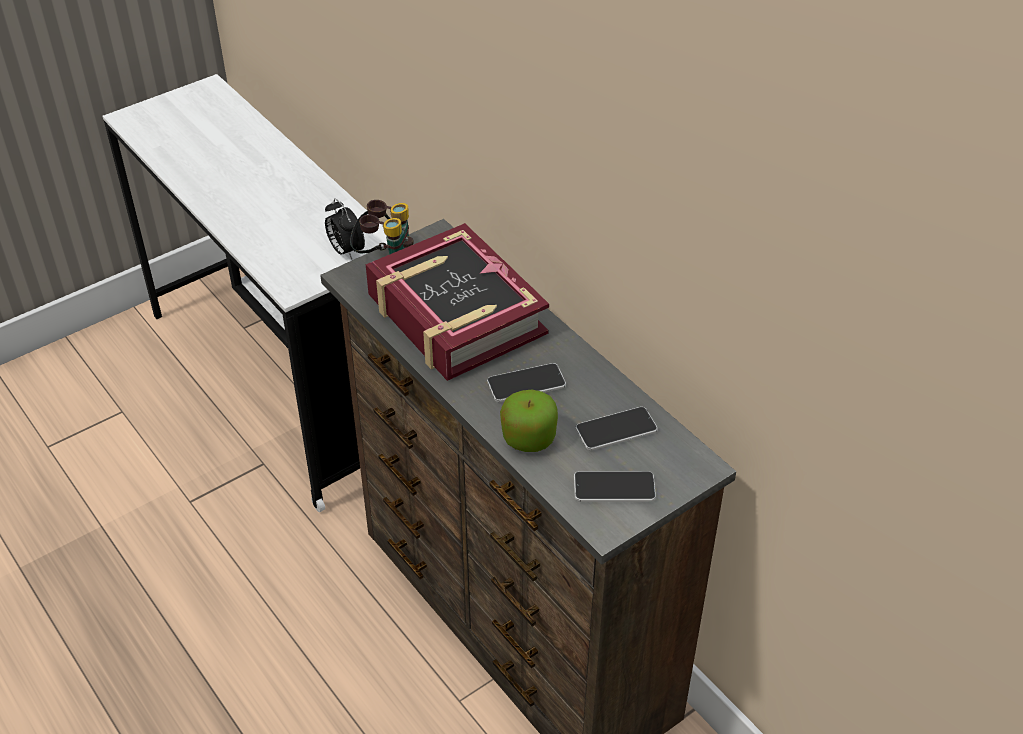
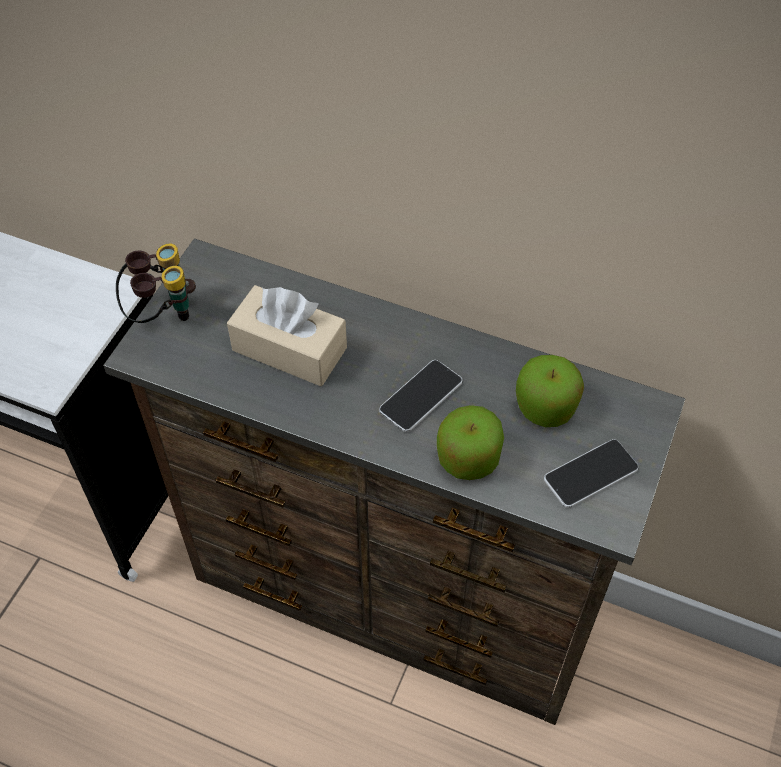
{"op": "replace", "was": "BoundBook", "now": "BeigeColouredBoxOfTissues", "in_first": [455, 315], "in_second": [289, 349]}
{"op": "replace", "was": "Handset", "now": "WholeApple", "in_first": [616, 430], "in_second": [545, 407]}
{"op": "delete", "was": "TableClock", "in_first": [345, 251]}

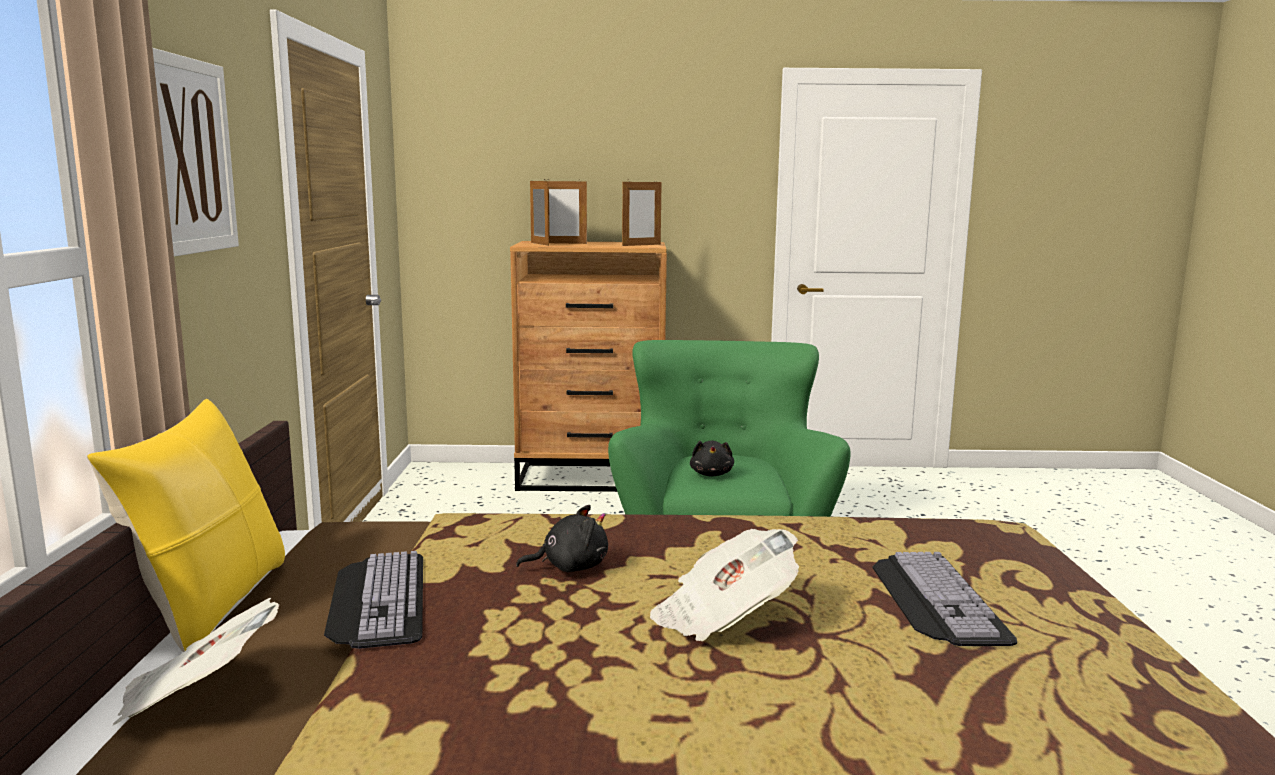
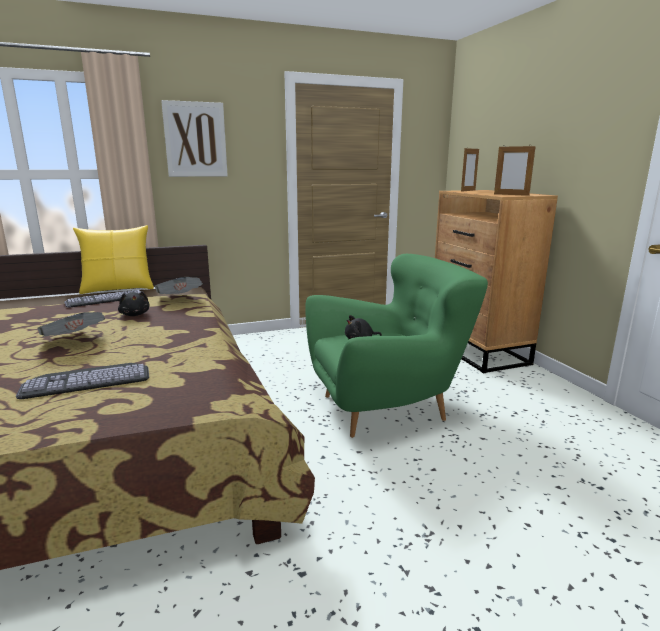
{"op": "move", "was": "Newspaper", "in_first": [198, 697], "in_second": [180, 299]}
{"op": "delete", "was": "StandingFrame", "in_first": [564, 243]}

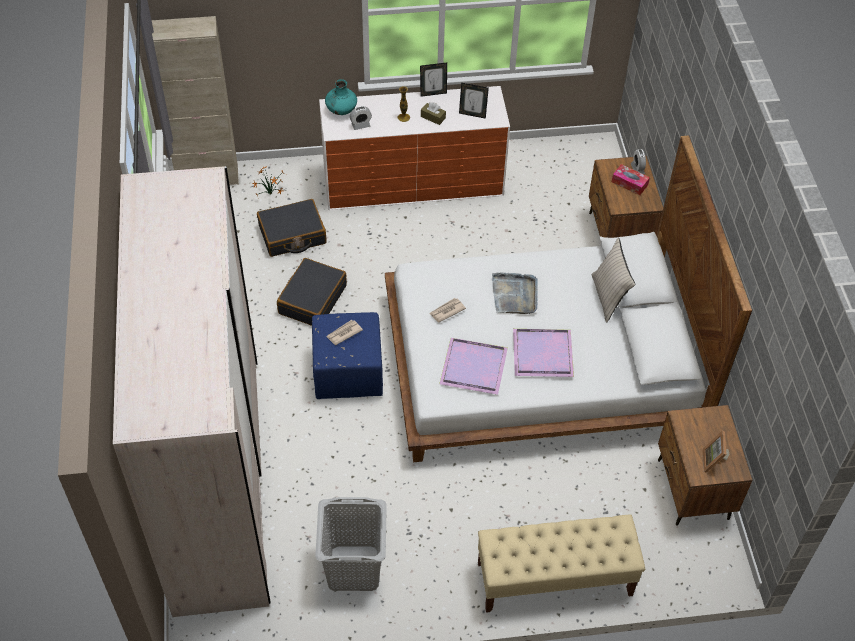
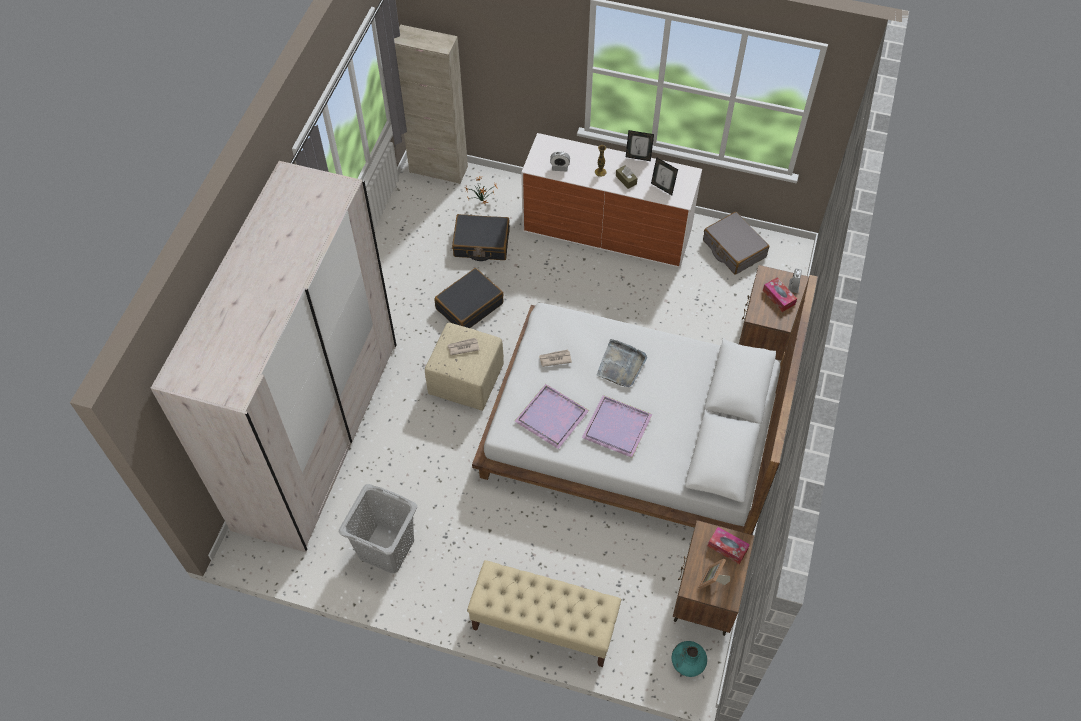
{"op": "recolor", "was": "BluishPouffe", "now": "BeigeColouredPouffe", "in_first": [347, 372], "in_second": [466, 379]}
{"op": "move", "was": "BlueGreenVase", "in_first": [341, 110], "in_second": [687, 663]}
{"op": "insert", "now": "GreyTravelCase", "in_second": [733, 249]}
{"op": "insert", "now": "BoxOfTissues", "in_second": [727, 547]}
{"op": "delete", "was": "BeigeColouredCushion", "in_first": [608, 297]}

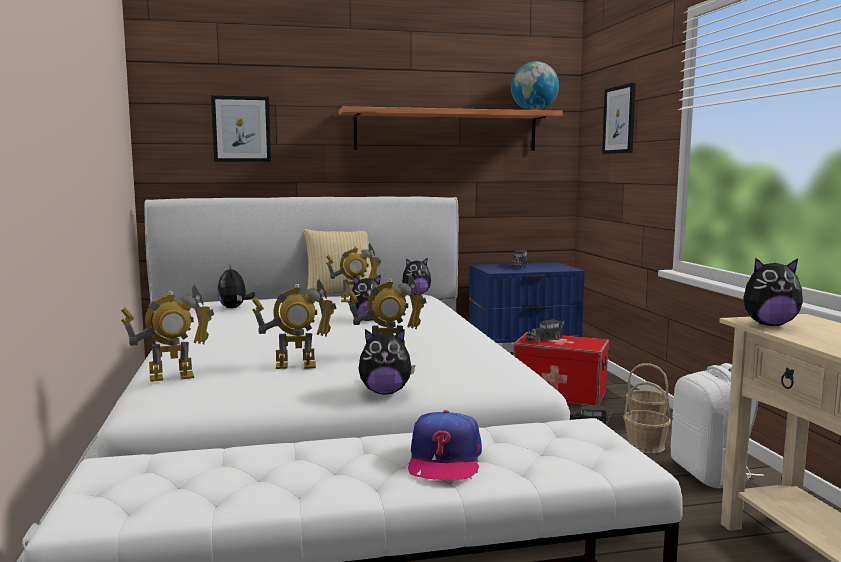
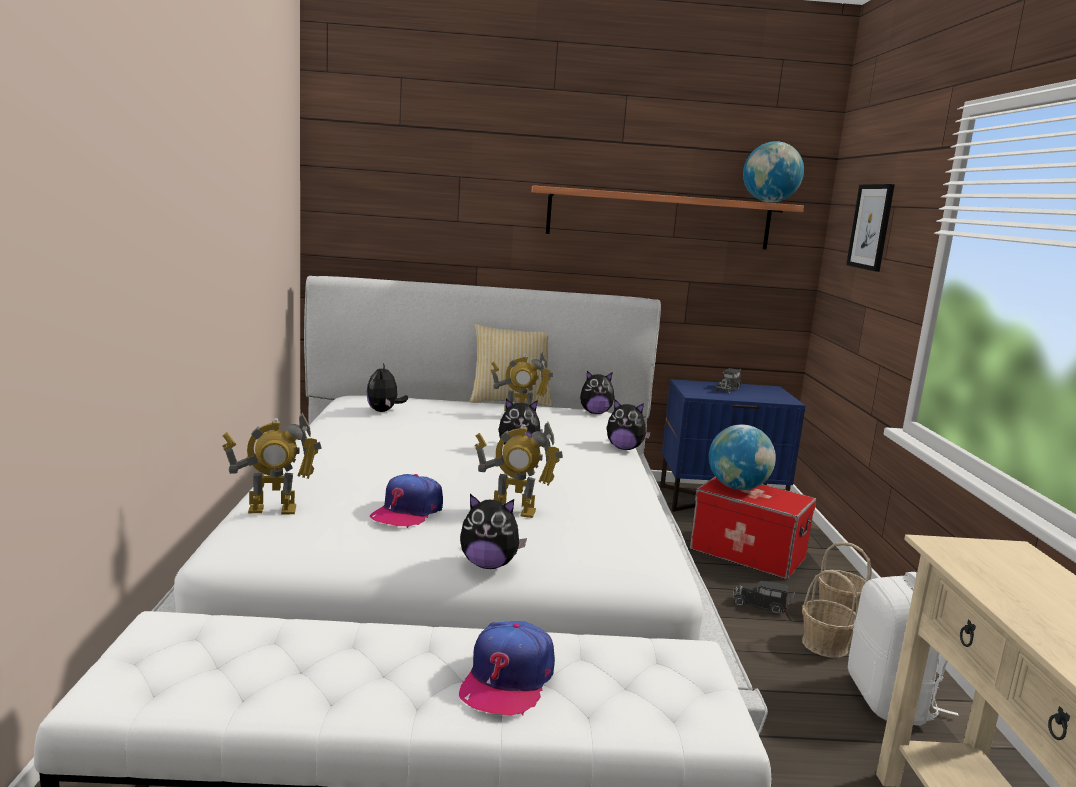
{"op": "replace", "was": "RobotFigure", "now": "Cap", "in_first": [296, 366], "in_second": [407, 512]}
{"op": "move", "was": "CuddlyToy", "in_first": [769, 325], "in_second": [624, 448]}
{"op": "replace", "was": "ToyLorry", "now": "WorldGlobe", "in_first": [545, 339], "in_second": [737, 487]}
{"op": "delete", "was": "WallArt", "in_first": [241, 129]}

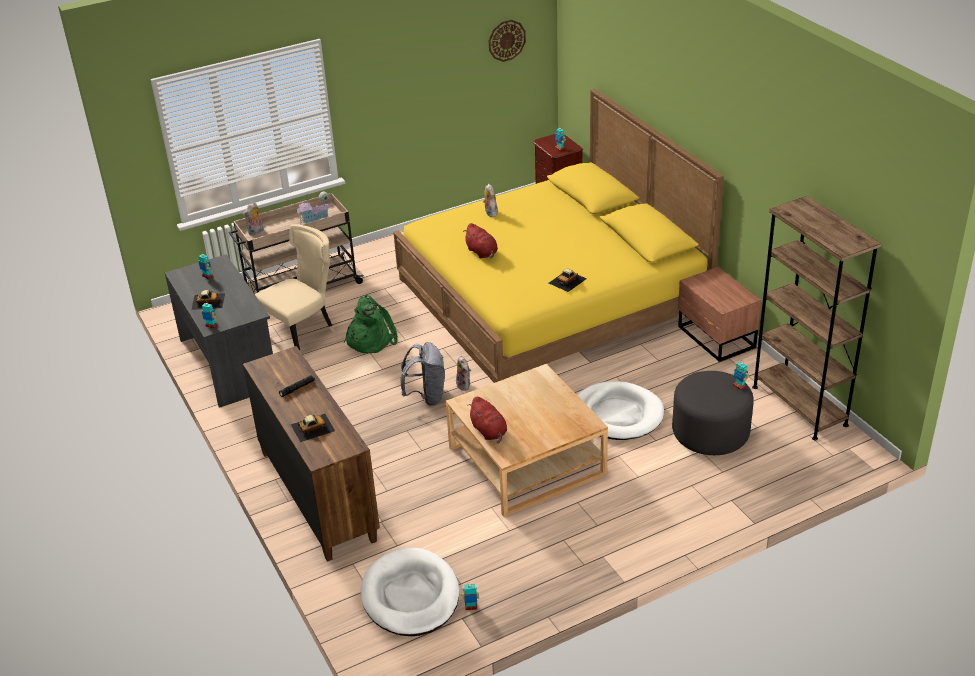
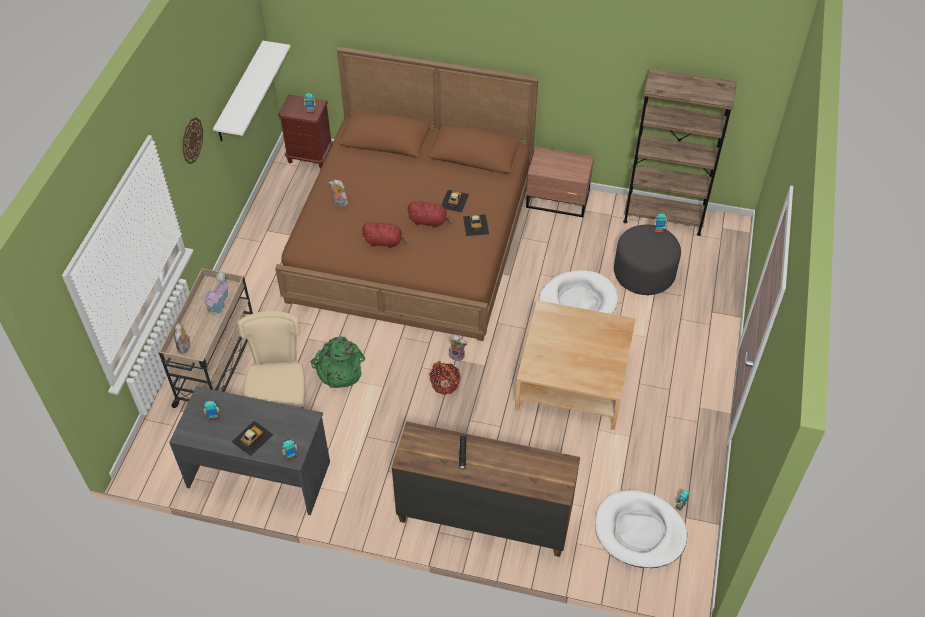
{"op": "move", "was": "WallClock", "in_first": [506, 40], "in_second": [192, 140]}
{"op": "insert", "now": "WhiteWallShelf", "in_second": [240, 92]}
{"op": "recolor", "was": "YellowColouredBedroomBed", "now": "BrownishBedroomBed", "in_first": [551, 294], "in_second": [412, 238]}
{"op": "move", "was": "RedColouredCuddlyToy", "in_first": [489, 431], "in_second": [429, 221]}
{"op": "replace", "was": "GreyRucksack", "now": "HouseholdBasket", "in_first": [426, 396], "in_second": [445, 384]}
{"op": "move", "was": "ToyCar", "in_first": [312, 427], "in_second": [454, 201]}

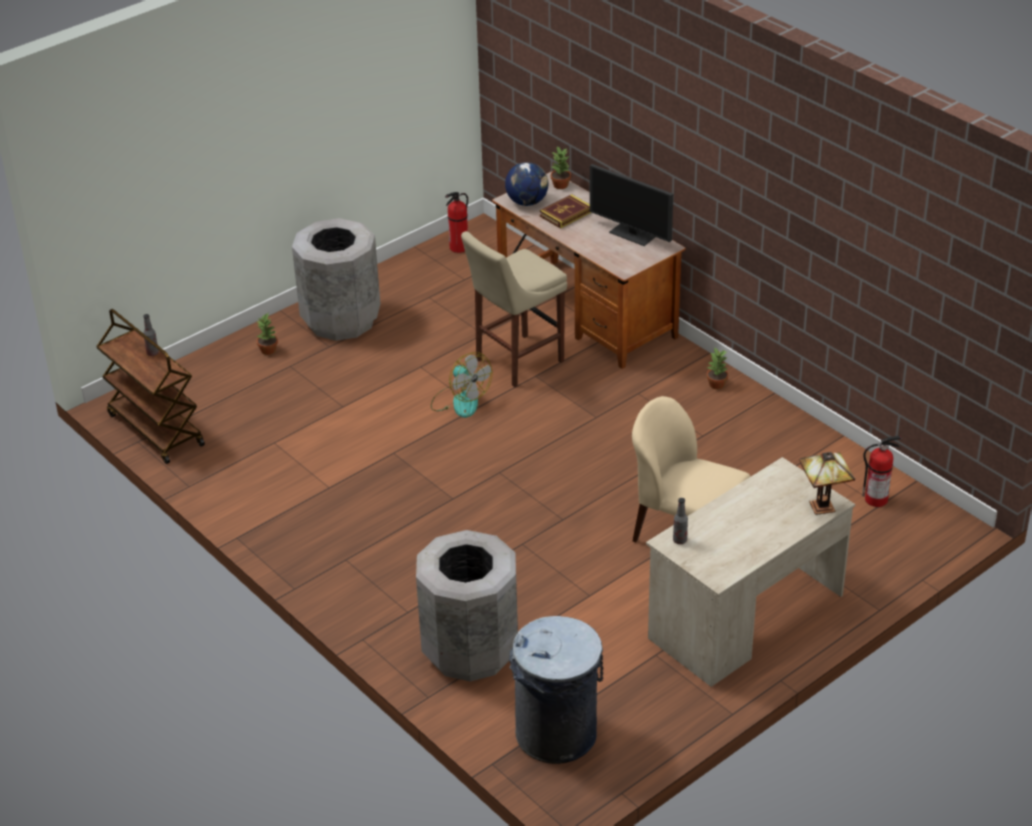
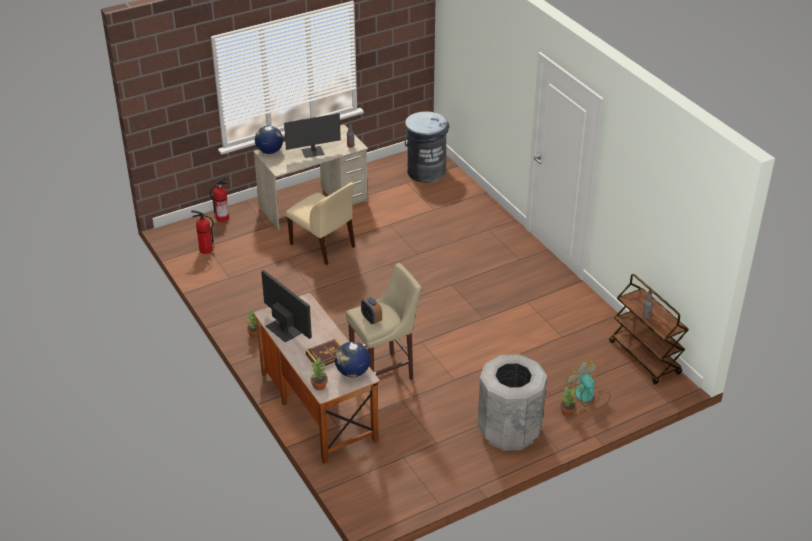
{"op": "move", "was": "FireExtinguisher", "in_first": [458, 248], "in_second": [223, 217]}
{"op": "replace", "was": "TabletopLamp", "now": "WorldGlobe", "in_first": [823, 505], "in_second": [269, 151]}
{"op": "insert", "now": "ComputerDisplay", "in_second": [313, 152]}
{"op": "insert", "now": "TableClock", "in_second": [371, 319]}
{"op": "move", "was": "CoolingFan", "in_first": [460, 401], "in_second": [588, 396]}
{"op": "delete", "was": "GreyWasteBin", "in_first": [470, 651]}

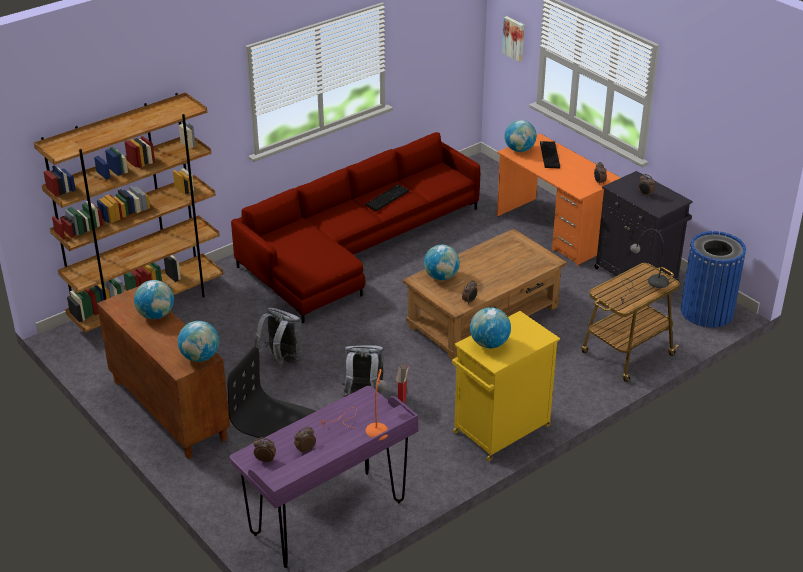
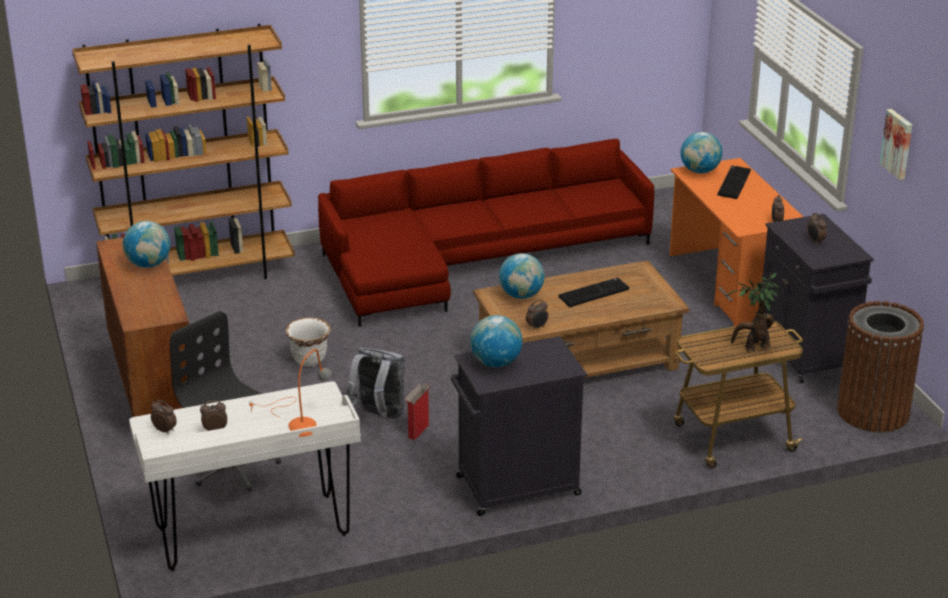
{"op": "recolor", "was": "PurpleColouredDeskUnit", "now": "WhiteDeskUnit", "in_first": [328, 519], "in_second": [252, 533]}
{"op": "replace", "was": "GreyRucksack", "now": "WhitePlantPot", "in_first": [282, 360], "in_second": [309, 360]}
{"op": "recolor", "was": "YellowColouredCabinet", "now": "BlackCabinet", "in_first": [500, 430], "in_second": [515, 487]}
{"op": "move", "was": "PcKeyboard", "in_first": [387, 198], "in_second": [593, 292]}
{"op": "replace", "was": "GreyTabletopLamp", "now": "Houseplant", "in_first": [644, 287], "in_second": [753, 347]}
{"op": "recolor", "was": "BluishWasteBin", "now": "BrownishWasteBin", "in_first": [706, 311], "in_second": [872, 412]}
{"op": "move", "was": "WallArt", "in_first": [514, 38], "in_second": [898, 144]}
{"op": "delete", "was": "WorldGlobe", "in_first": [200, 357]}

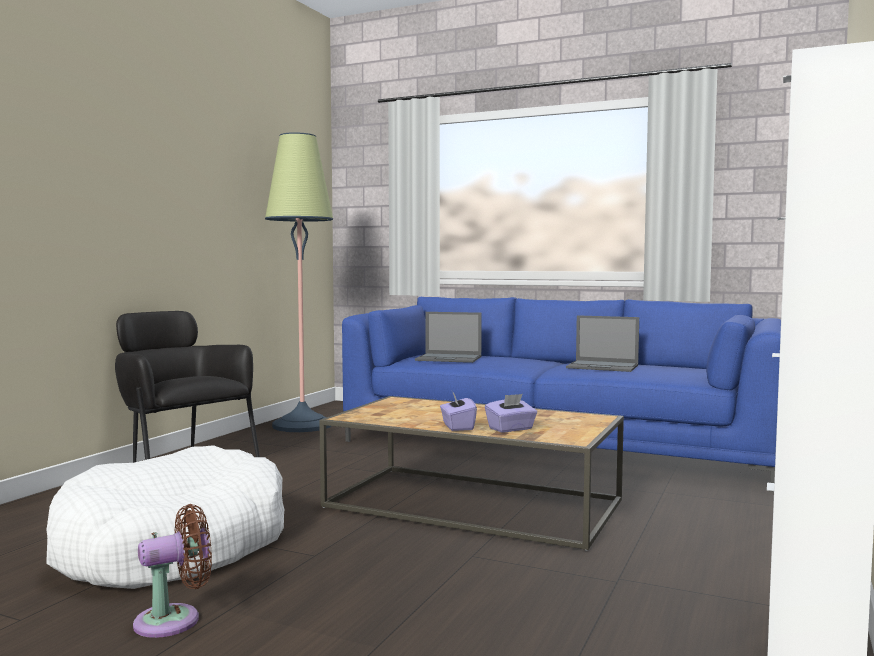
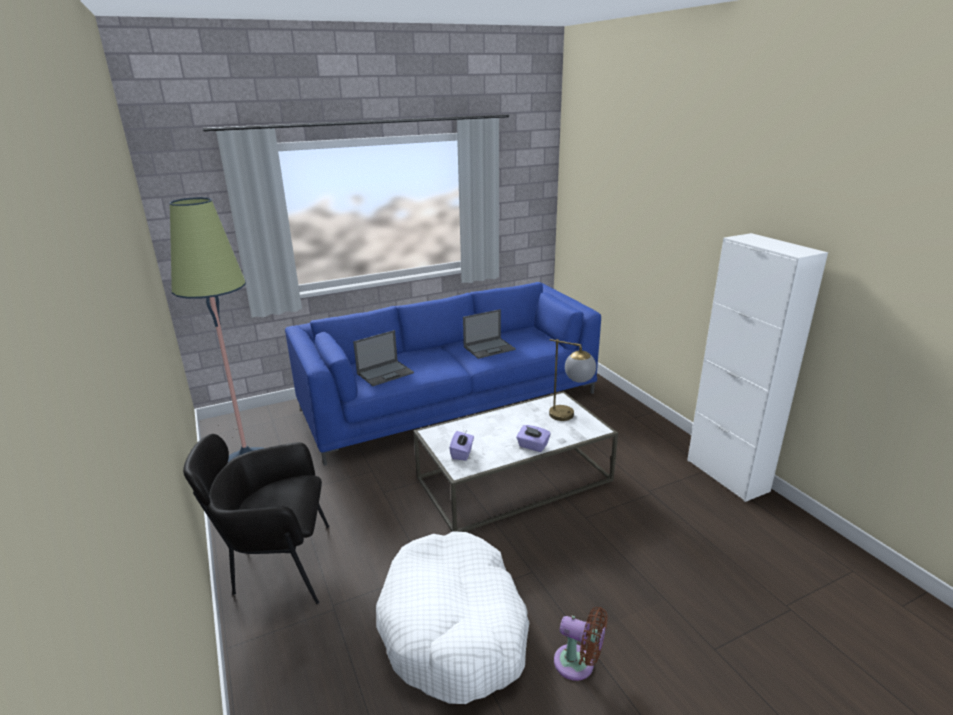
{"op": "recolor", "was": "BrownishLowTable", "now": "WhiteLowTable", "in_first": [473, 504], "in_second": [514, 479]}
{"op": "move", "was": "PurpleColouredBoxOfTissues", "in_first": [511, 429], "in_second": [462, 453]}
{"op": "insert", "now": "TabletopLamp", "in_second": [570, 416]}
{"op": "rotate", "was": "BrownishCoolingFan", "in_first": [174, 620], "in_second": [578, 664], "clockwise": 105}

